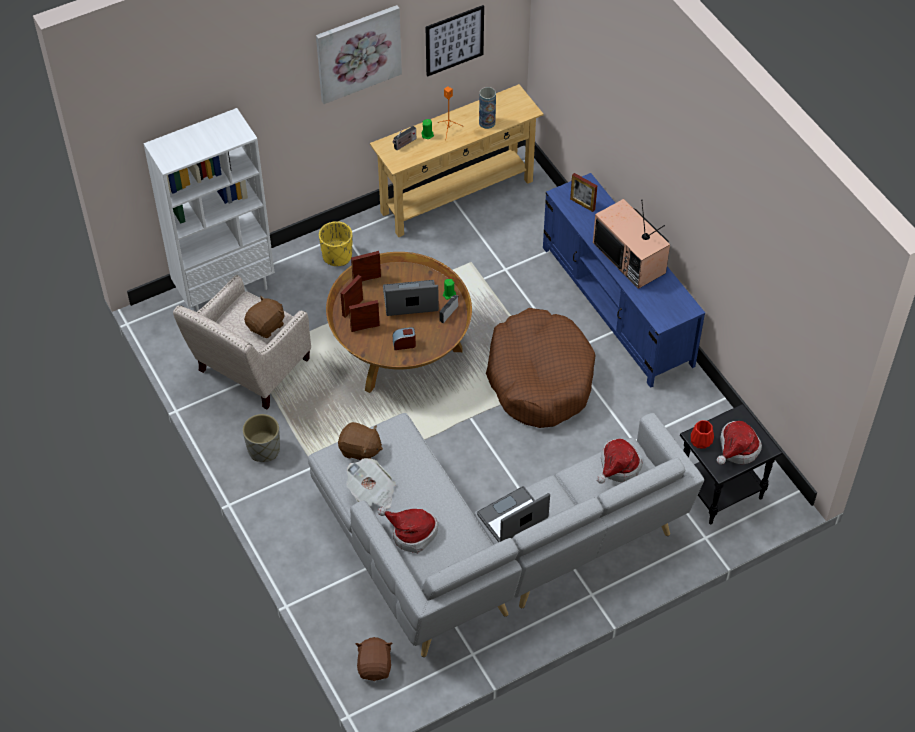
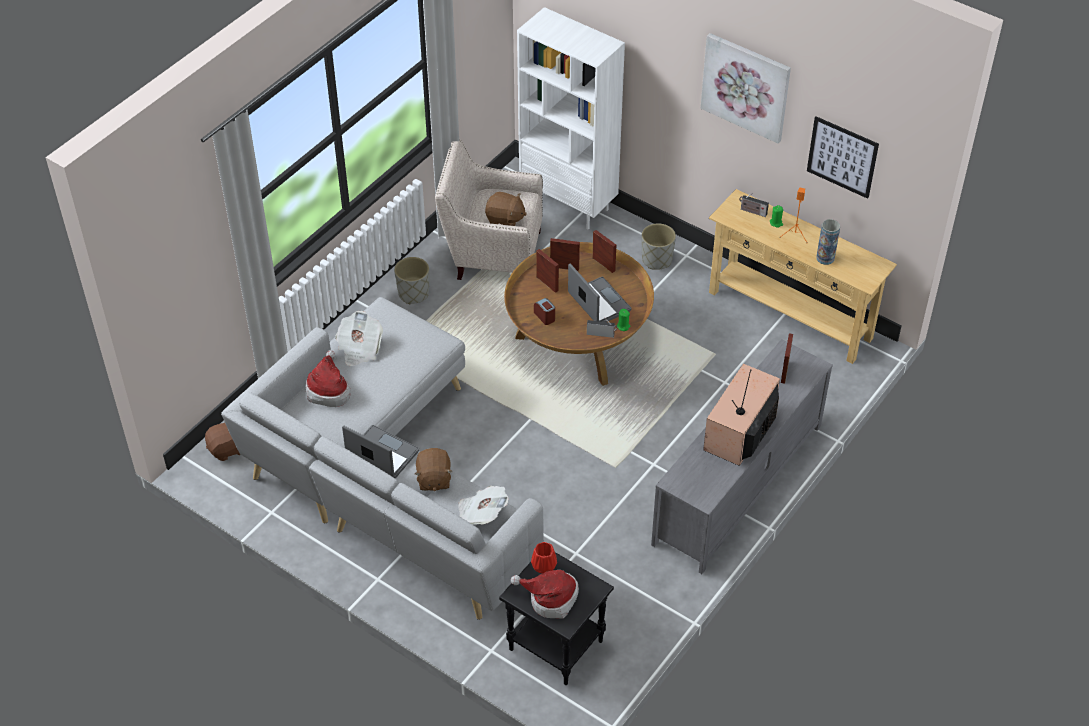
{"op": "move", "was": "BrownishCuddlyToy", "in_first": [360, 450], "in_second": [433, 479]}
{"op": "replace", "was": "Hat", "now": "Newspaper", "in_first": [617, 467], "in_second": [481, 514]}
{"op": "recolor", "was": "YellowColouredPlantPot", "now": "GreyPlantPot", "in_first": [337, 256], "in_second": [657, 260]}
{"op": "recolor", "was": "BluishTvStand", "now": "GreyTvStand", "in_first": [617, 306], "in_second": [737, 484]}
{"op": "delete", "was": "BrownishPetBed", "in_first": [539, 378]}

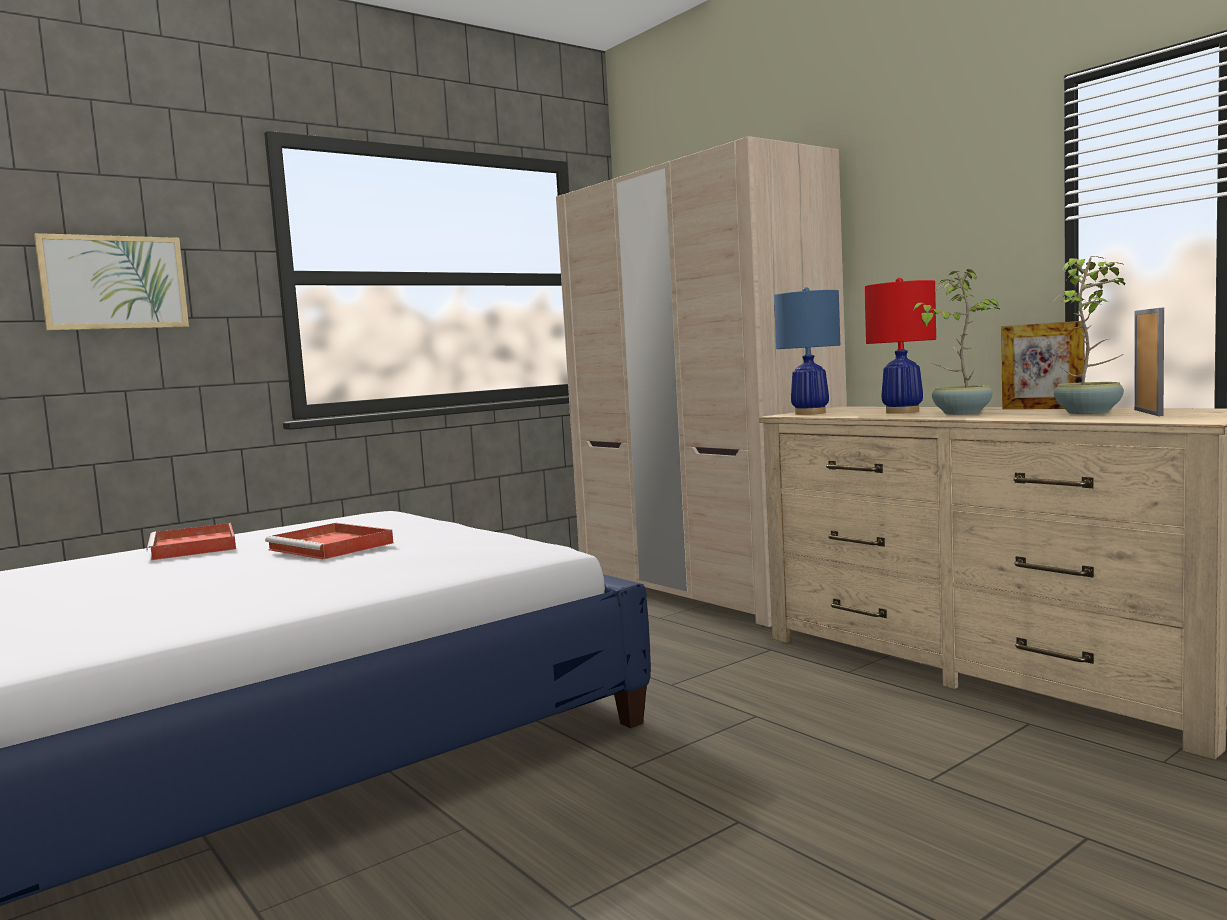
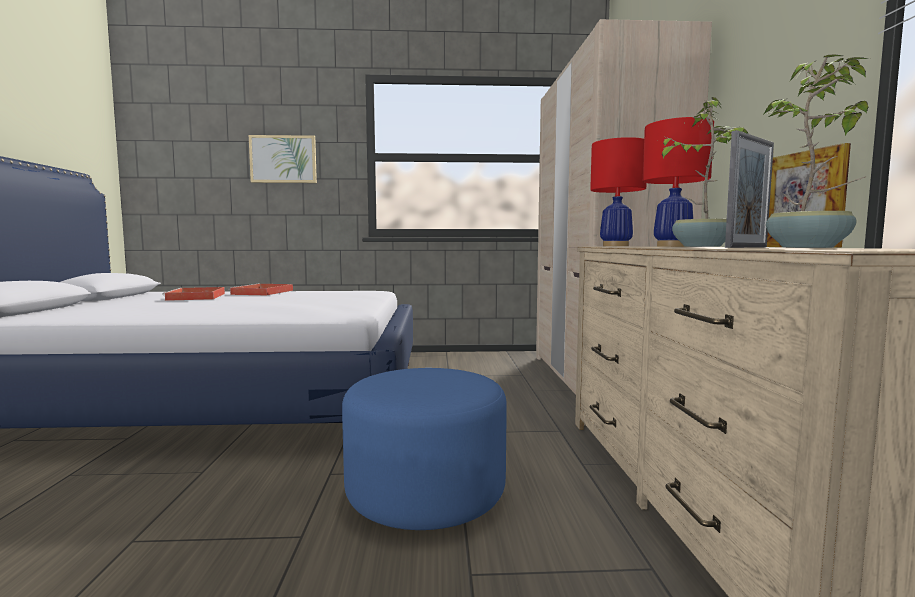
{"op": "move", "was": "RedColouredTray", "in_first": [332, 546], "in_second": [196, 297]}
{"op": "insert", "now": "BluishPouffe", "in_second": [426, 492]}
{"op": "recolor", "was": "BluishTabletopLamp", "now": "RedColouredTabletopLamp", "in_first": [810, 413], "in_second": [615, 246]}
{"op": "move", "was": "StandingFrame", "in_first": [1148, 412], "in_second": [746, 247]}

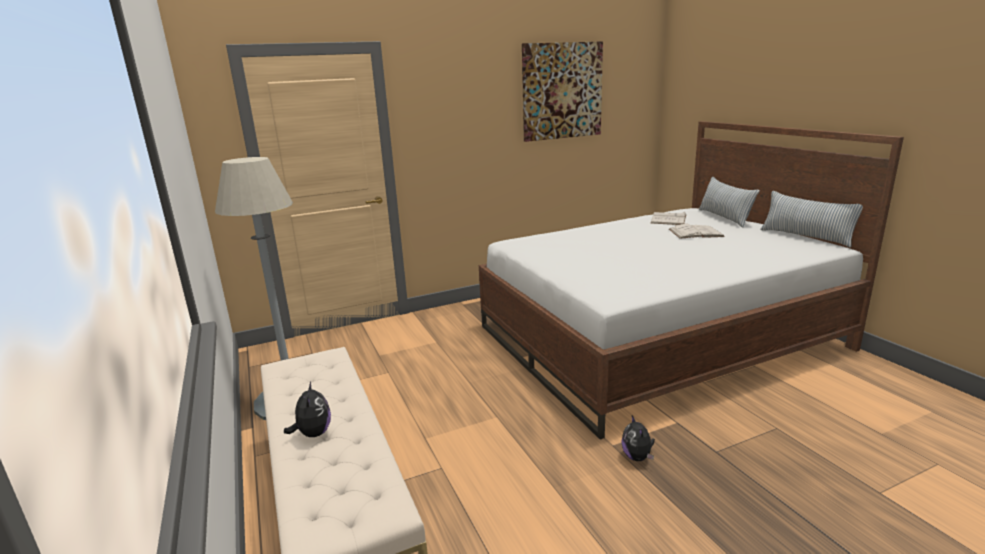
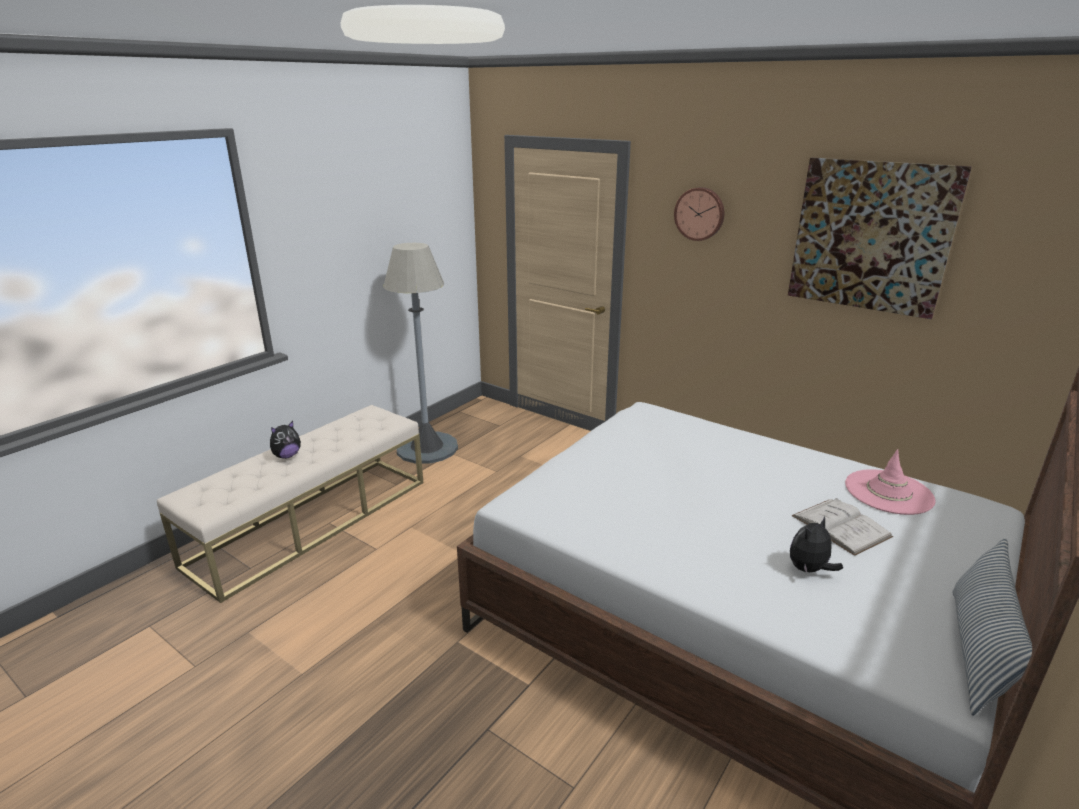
{"op": "insert", "now": "WallClock", "in_second": [700, 213]}
{"op": "move", "was": "CuddlyToy", "in_first": [637, 457], "in_second": [809, 570]}
{"op": "replace", "was": "WhiteBoundBook", "now": "PinkHat", "in_first": [668, 219], "in_second": [888, 492]}
{"op": "delete", "was": "Cushion", "in_first": [724, 217]}

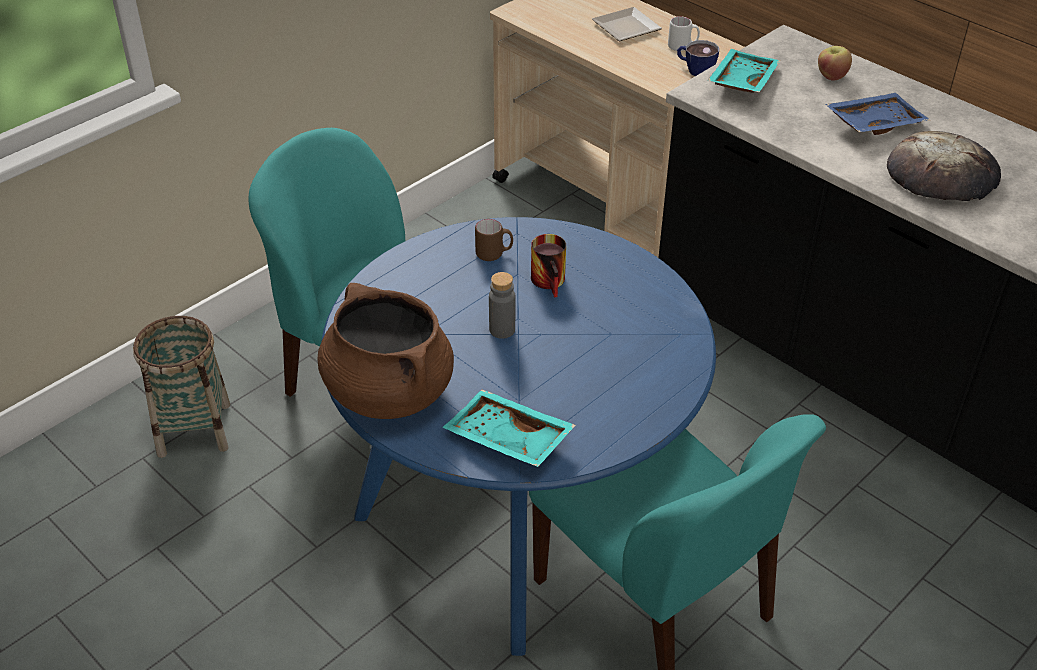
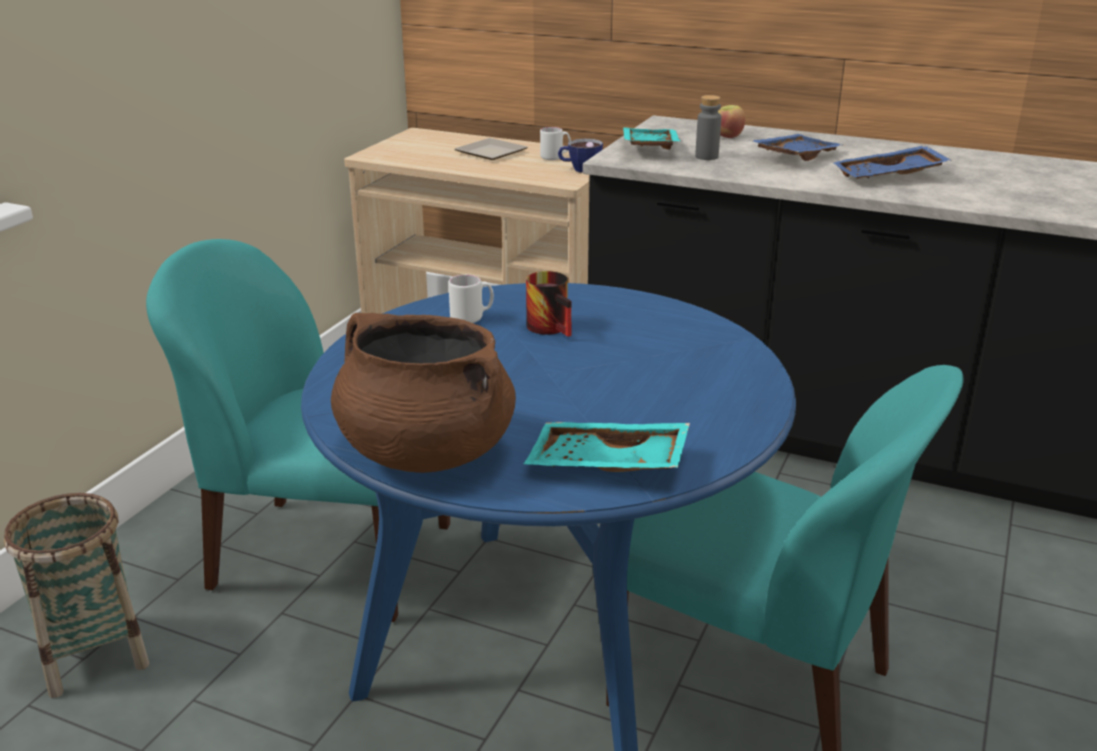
{"op": "recolor", "was": "BrownishTeaMug", "now": "WhiteTeaMug", "in_first": [494, 254], "in_second": [472, 318]}
{"op": "move", "was": "GreyBeverageBottle", "in_first": [502, 330], "in_second": [706, 157]}
{"op": "replace", "was": "BakeryBread", "now": "BluishTray", "in_first": [942, 175], "in_second": [889, 176]}

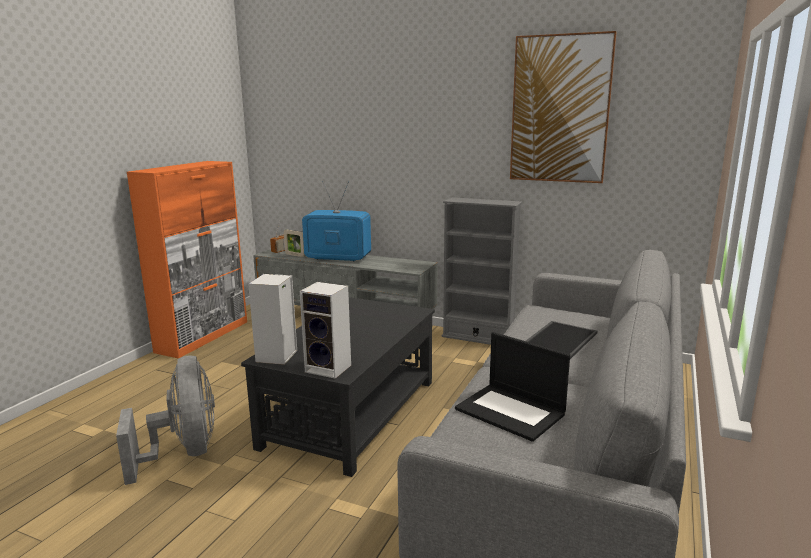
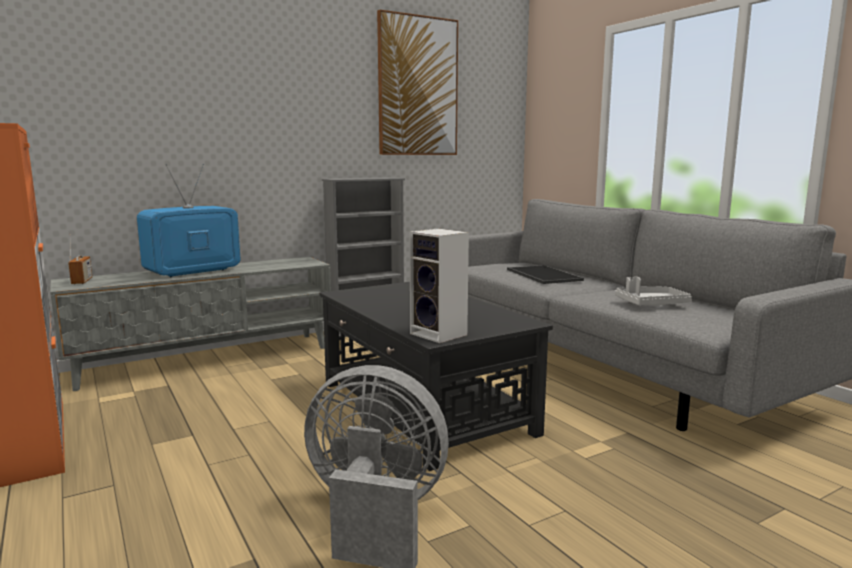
{"op": "replace", "was": "Laptop", "now": "GreyTray", "in_first": [511, 412], "in_second": [651, 304]}
{"op": "delete", "was": "StandingFrame", "in_first": [295, 255]}
{"op": "delete", "was": "Loudspeaker", "in_first": [330, 368]}

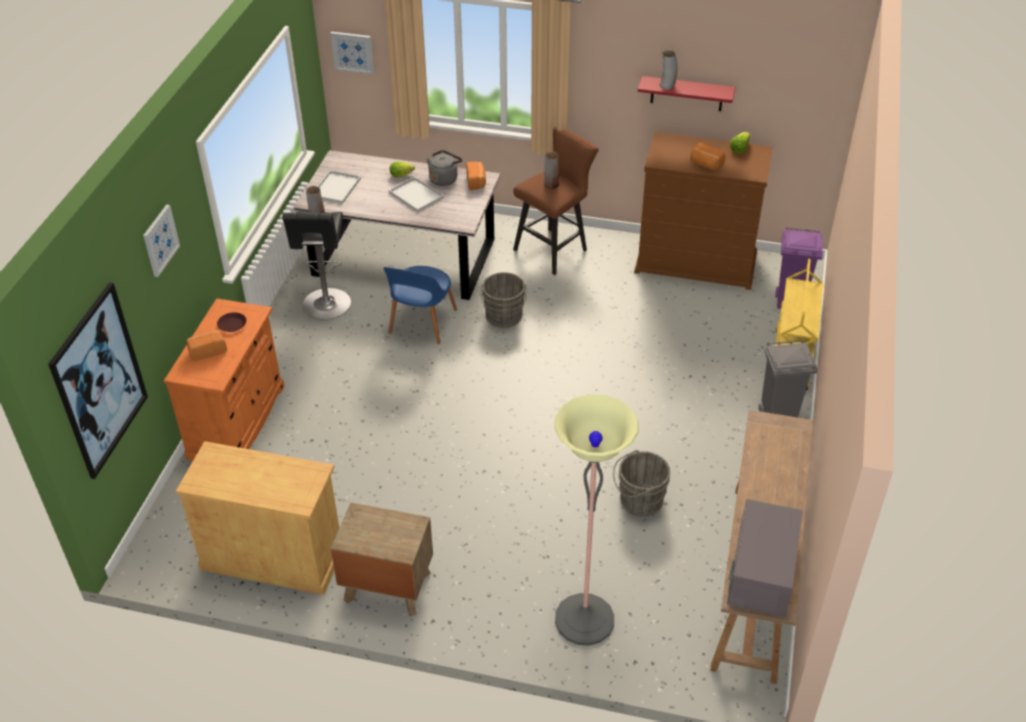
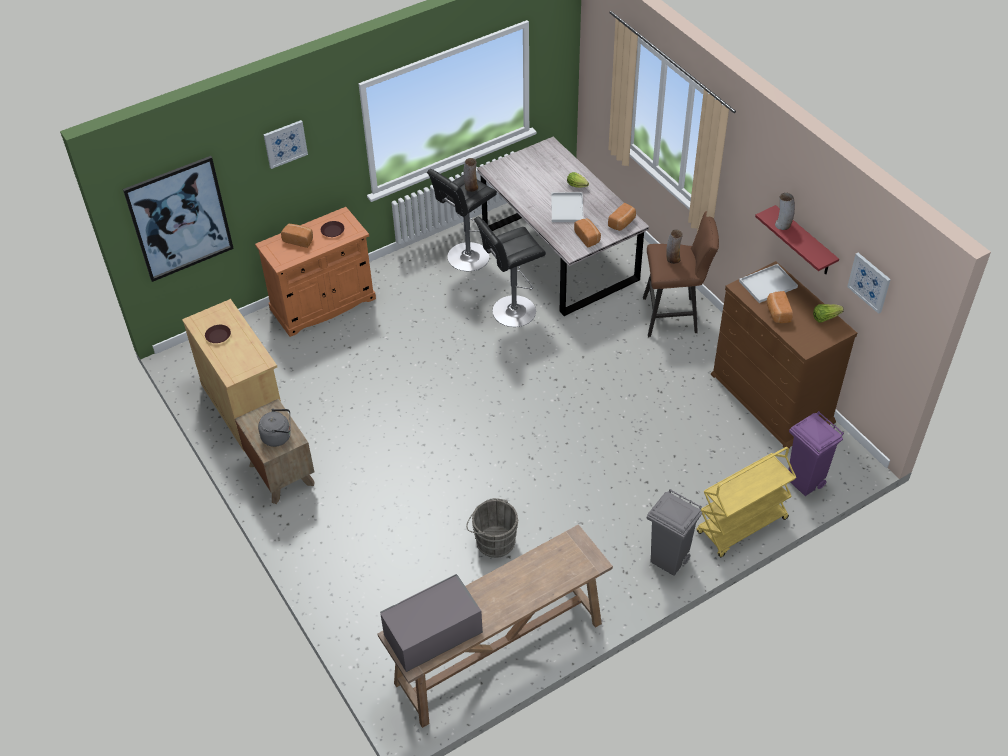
{"op": "insert", "now": "BrownishFlatDish", "in_second": [218, 336]}
{"op": "move", "was": "GreyTeaKettle", "in_first": [444, 179], "in_second": [278, 436]}
{"op": "replace", "was": "BluishUprightChair", "now": "BlackStool", "in_first": [422, 323], "in_second": [511, 312]}
{"op": "insert", "now": "BakeryBread", "in_second": [588, 237]}
{"op": "move", "was": "WhiteTray", "in_first": [336, 188], "in_second": [767, 285]}
{"op": "move", "was": "WallArt", "in_first": [352, 52], "in_second": [869, 282]}
{"op": "delete", "was": "GreyWaterBucket", "in_first": [504, 318]}
{"op": "delete", "was": "FloorLamp", "in_first": [584, 620]}

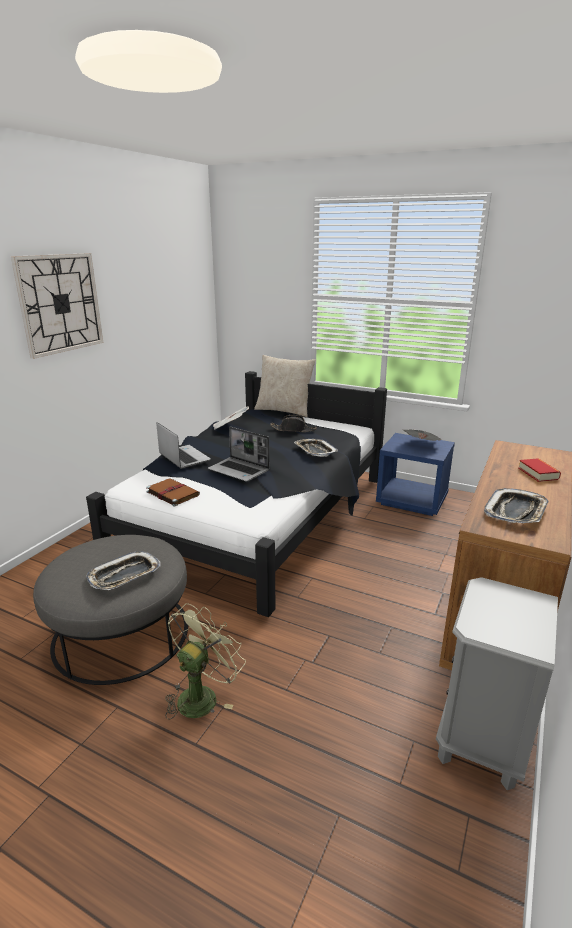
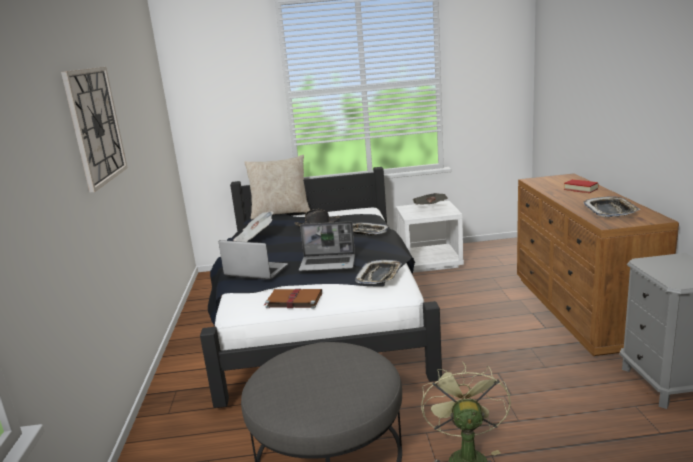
{"op": "move", "was": "Tray", "in_first": [124, 576], "in_second": [379, 276]}
{"op": "recolor", "was": "BluishBedsideTable", "now": "WhiteBedsideTable", "in_first": [412, 500], "in_second": [430, 262]}

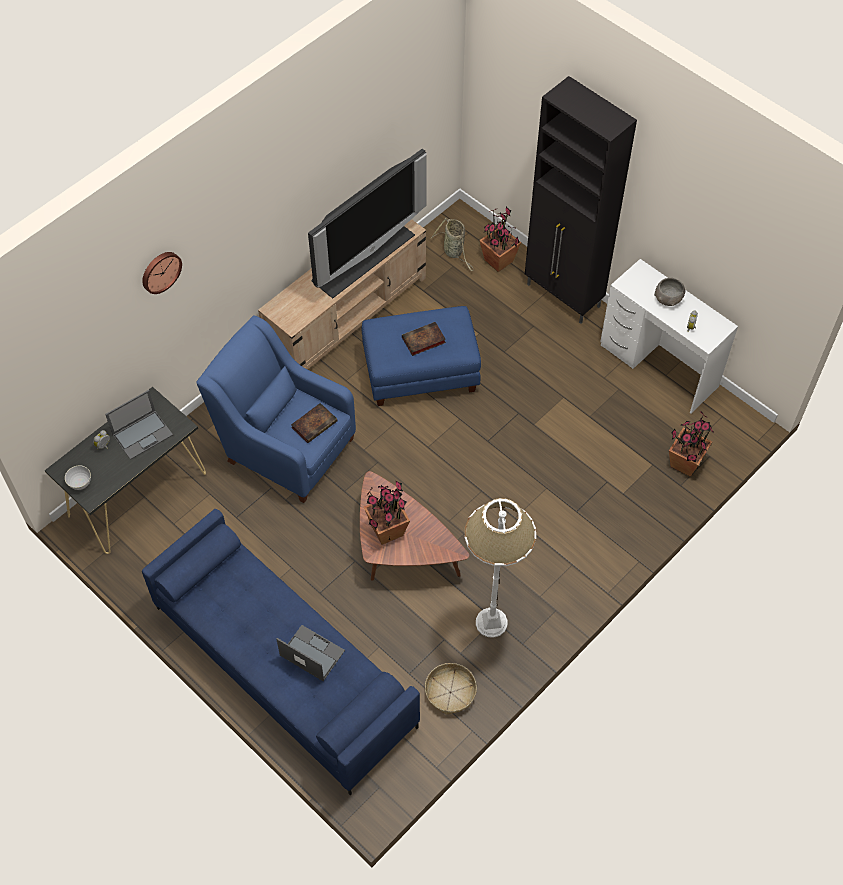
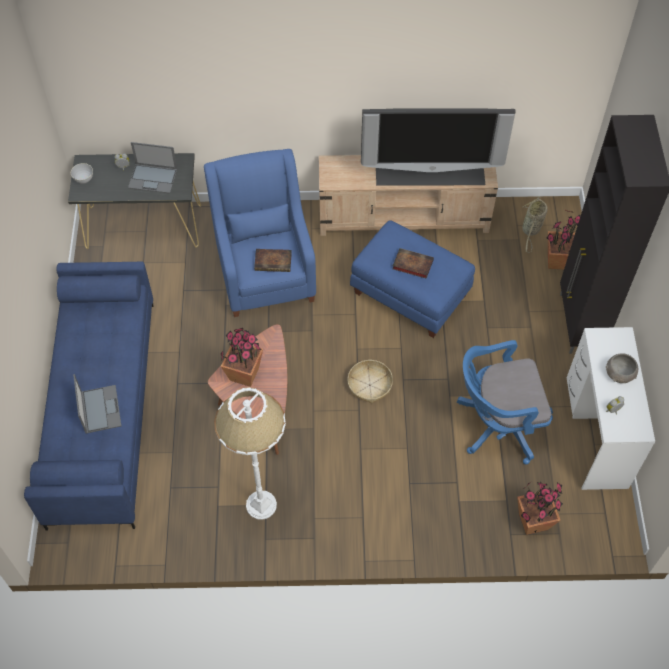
{"op": "move", "was": "HouseholdBasket", "in_first": [450, 692], "in_second": [370, 385]}
{"op": "insert", "now": "BluishComputerChair", "in_second": [497, 424]}
{"op": "delete", "was": "WallClock", "in_first": [160, 271]}

